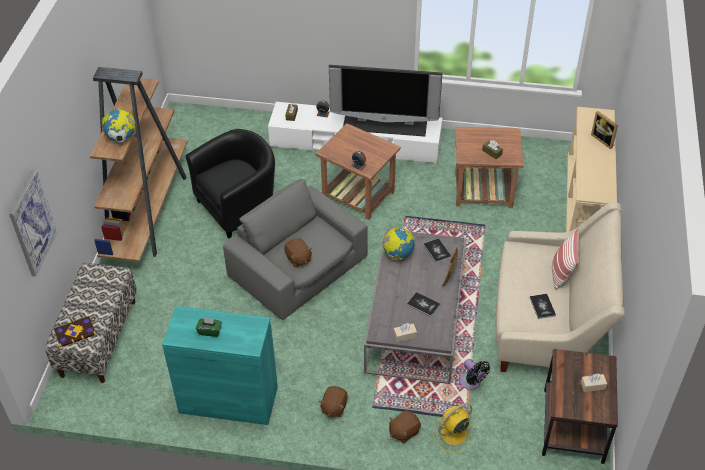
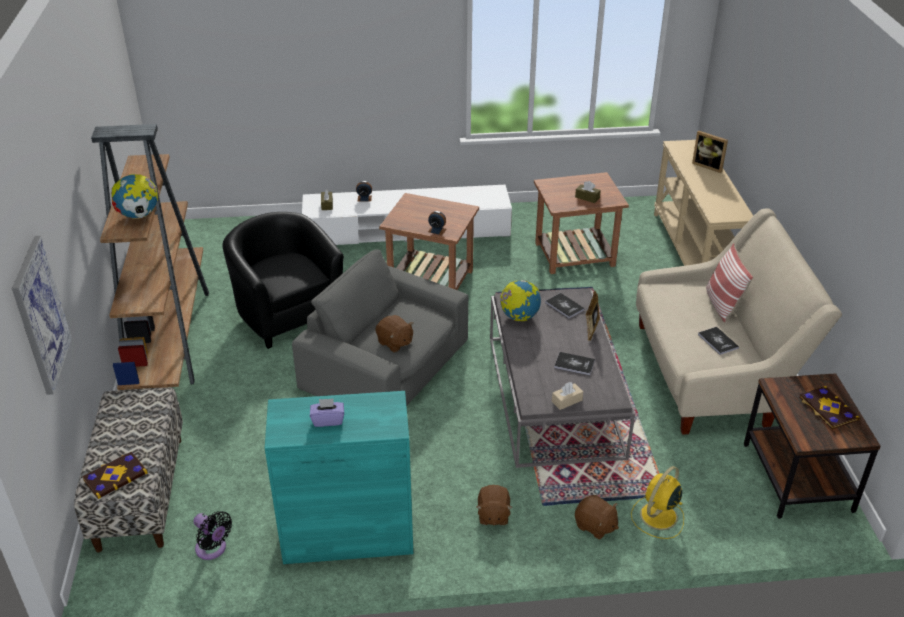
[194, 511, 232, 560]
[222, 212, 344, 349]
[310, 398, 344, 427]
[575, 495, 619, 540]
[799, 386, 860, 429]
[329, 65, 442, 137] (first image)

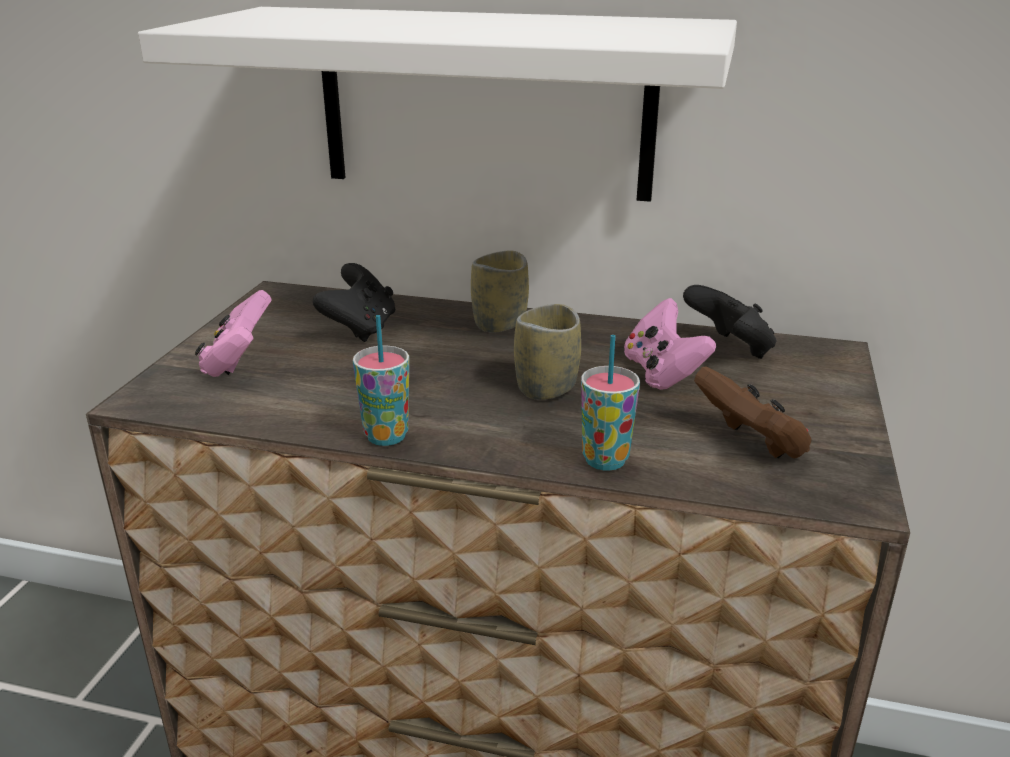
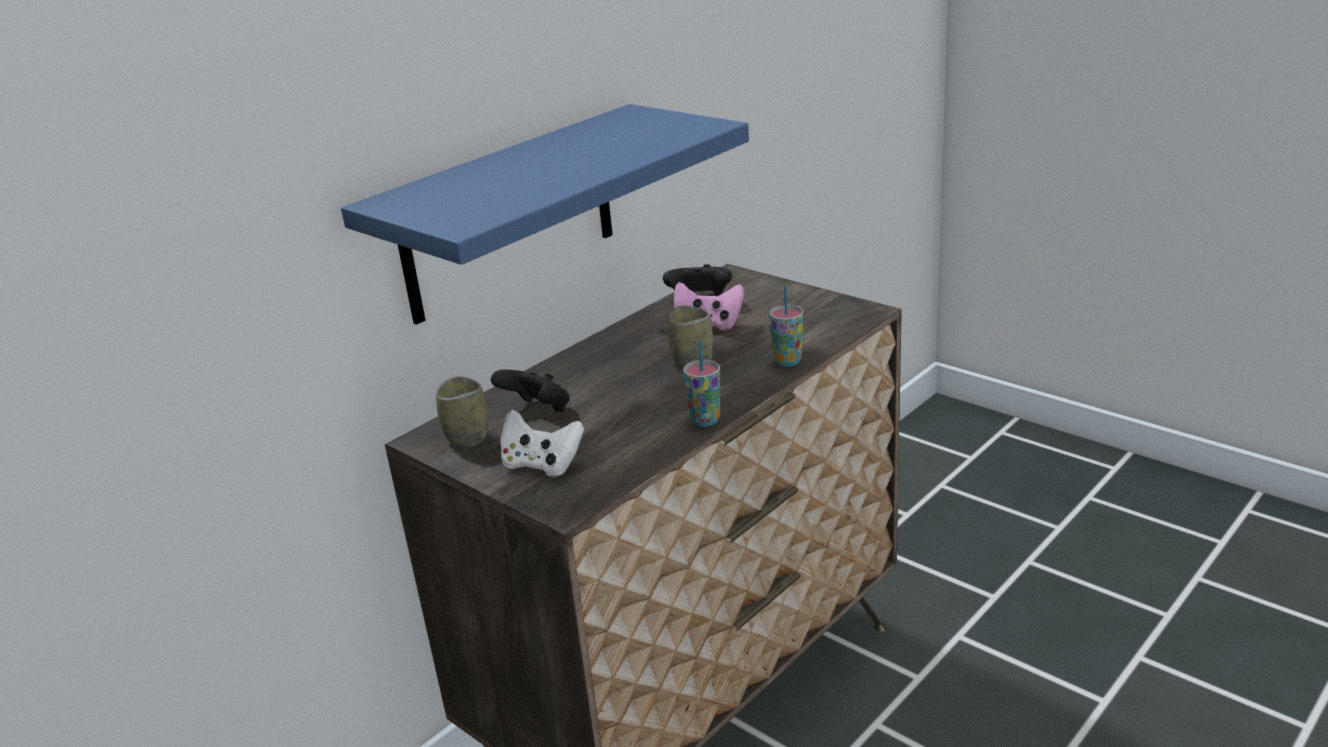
[341, 104, 749, 325]
[436, 377, 488, 447]
[501, 409, 584, 477]
[694, 366, 811, 459] (first image)

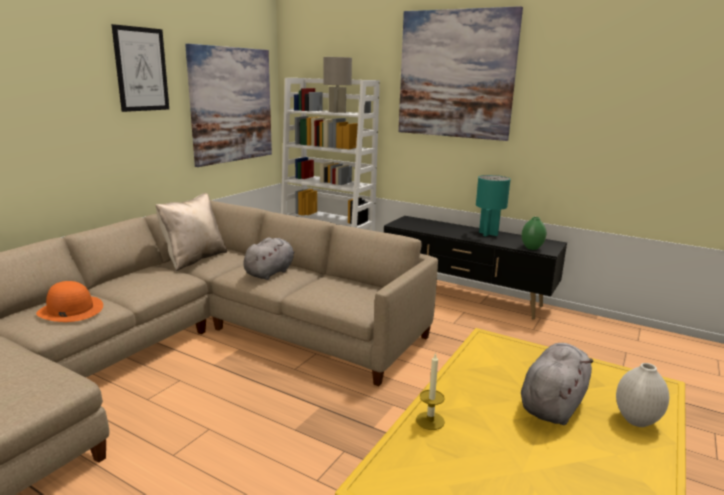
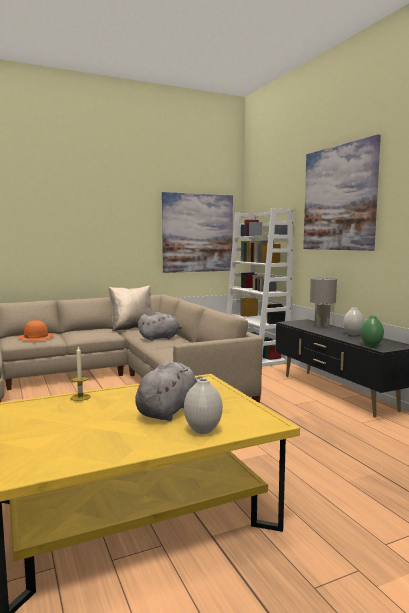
[135, 361, 203, 421]
[310, 278, 337, 327]
[343, 307, 364, 335]
[111, 24, 169, 112] (first image)

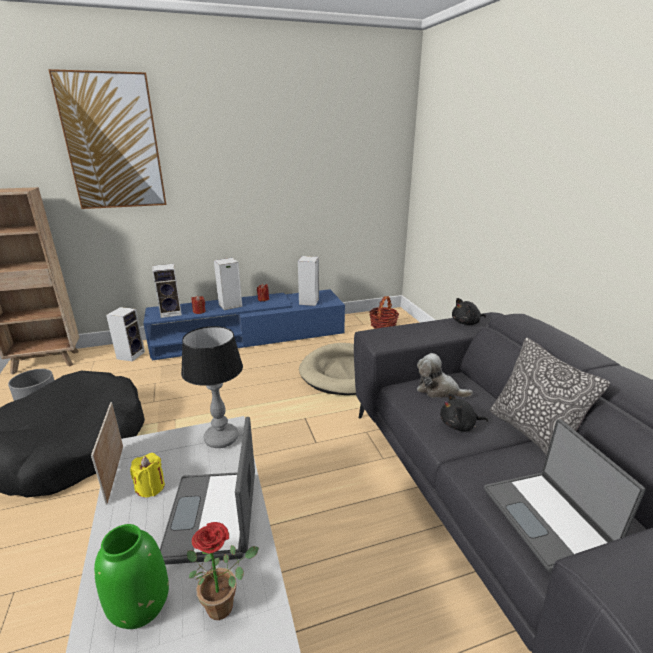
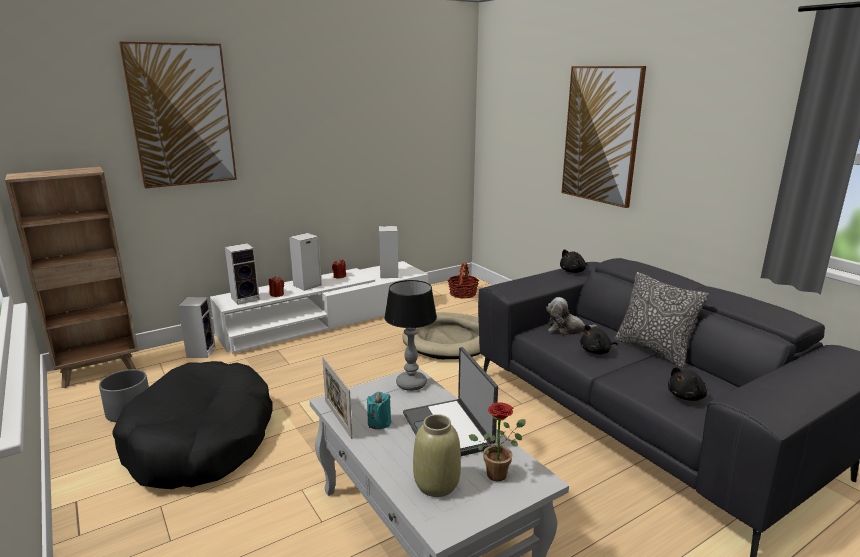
[210, 261, 428, 354]
[367, 392, 391, 429]
[413, 414, 461, 497]
[561, 66, 646, 208]
[668, 367, 707, 401]

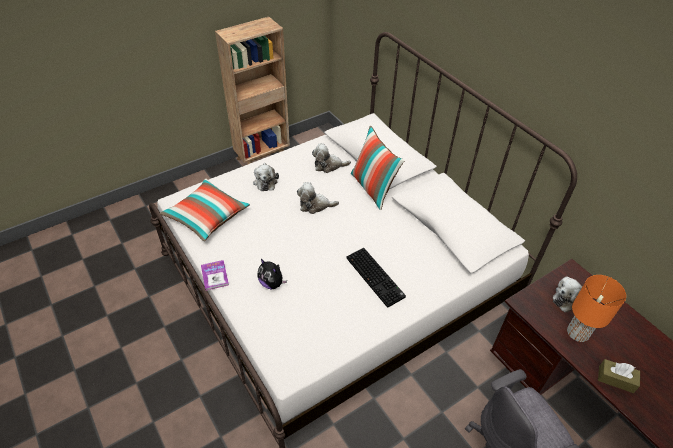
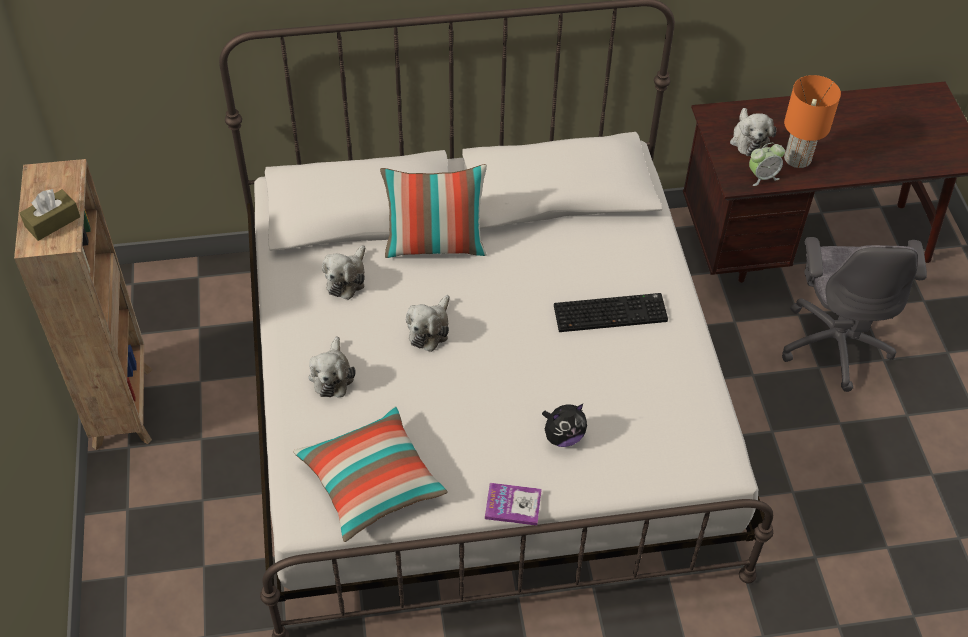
[20, 189, 80, 241]
[308, 336, 356, 397]
[749, 143, 785, 186]

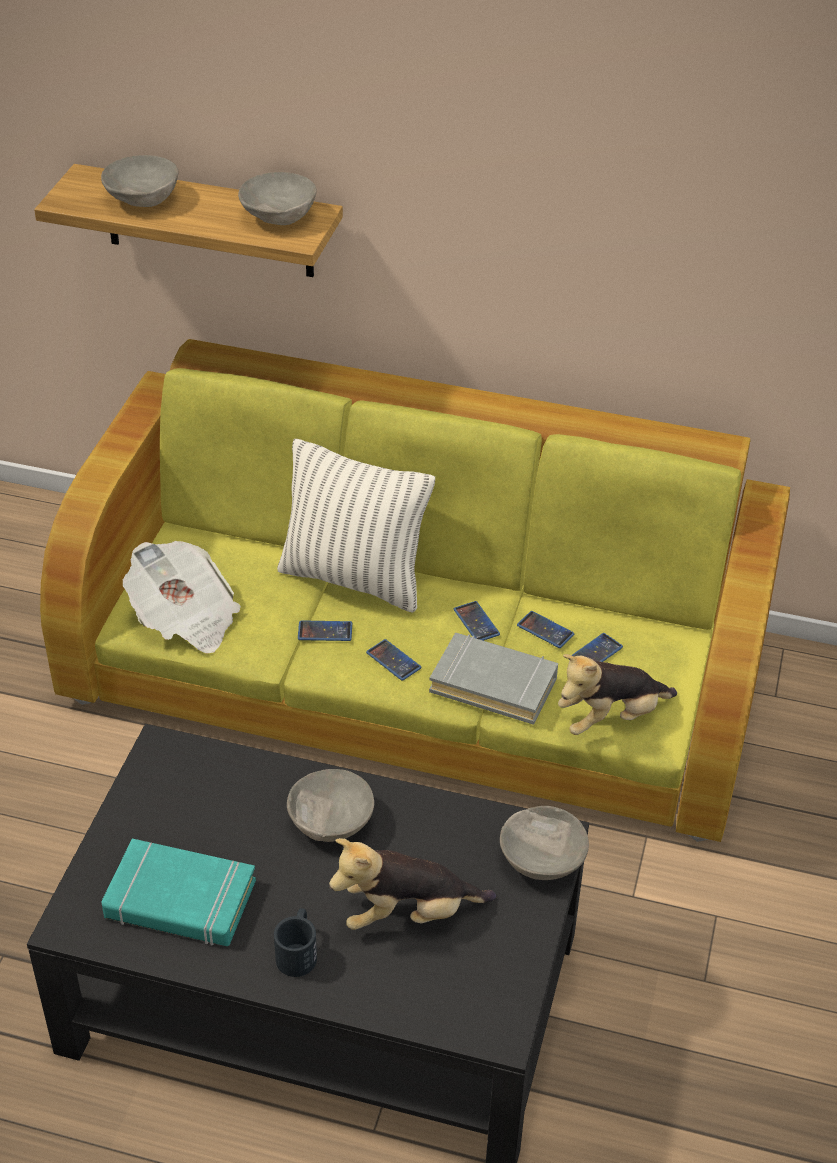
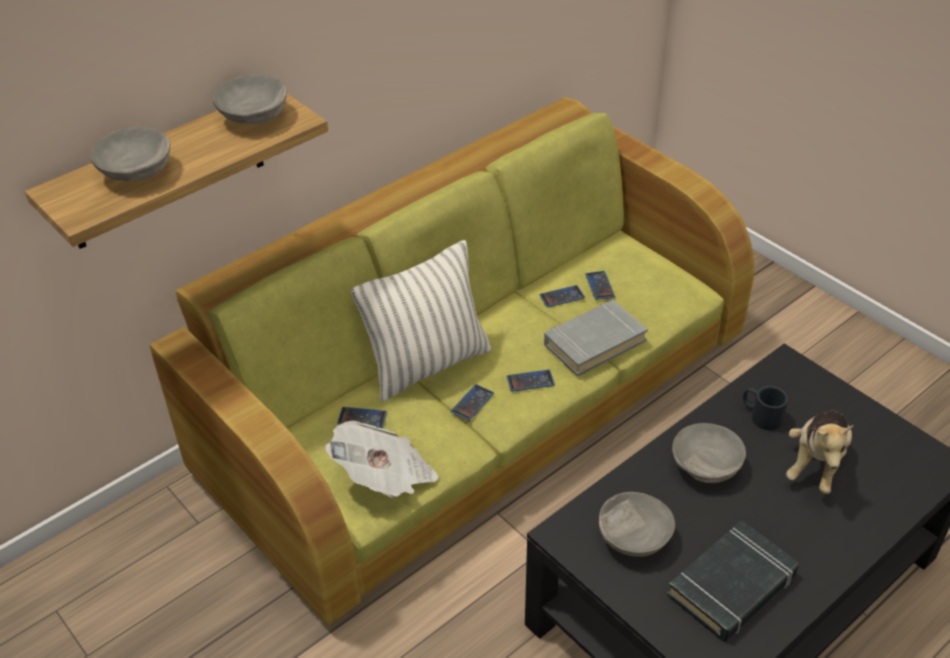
[337, 407, 387, 428]
[599, 492, 675, 557]
[667, 520, 799, 642]
[743, 386, 788, 430]
[558, 654, 677, 735] (first image)

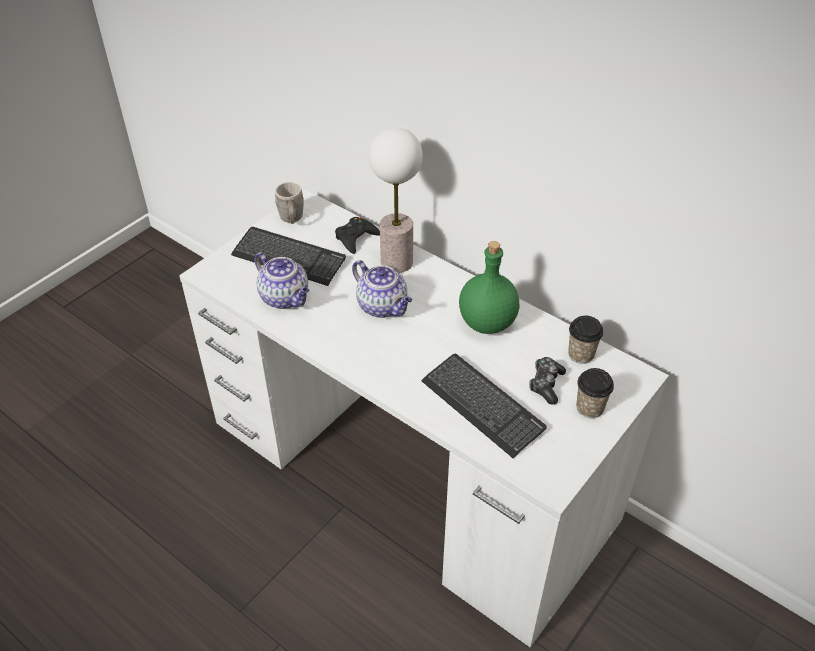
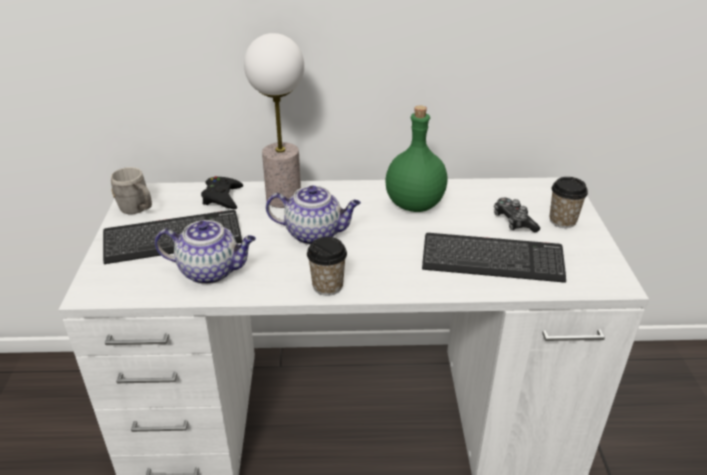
[307, 237, 347, 296]

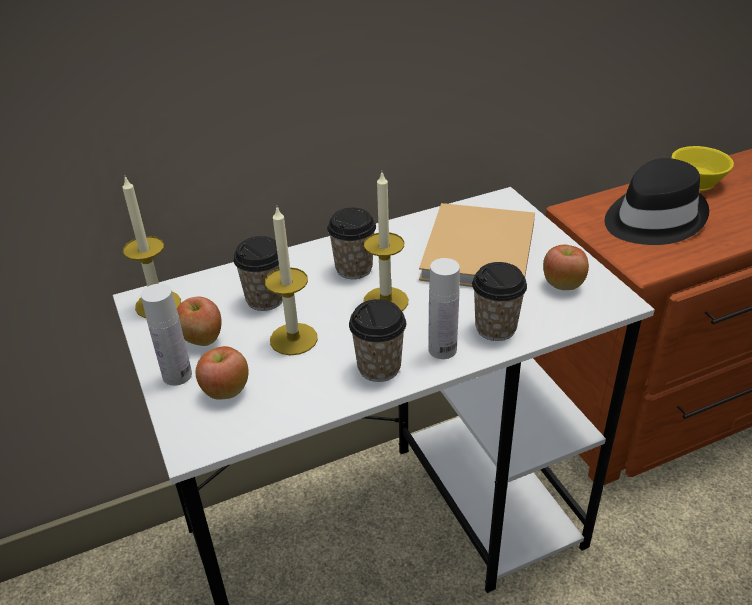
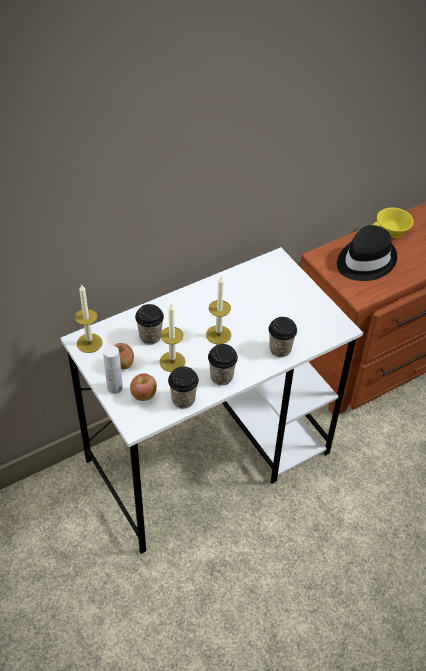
[168, 366, 199, 409]
[419, 203, 535, 287] (first image)
[428, 258, 460, 359] (first image)
[543, 245, 589, 290] (first image)

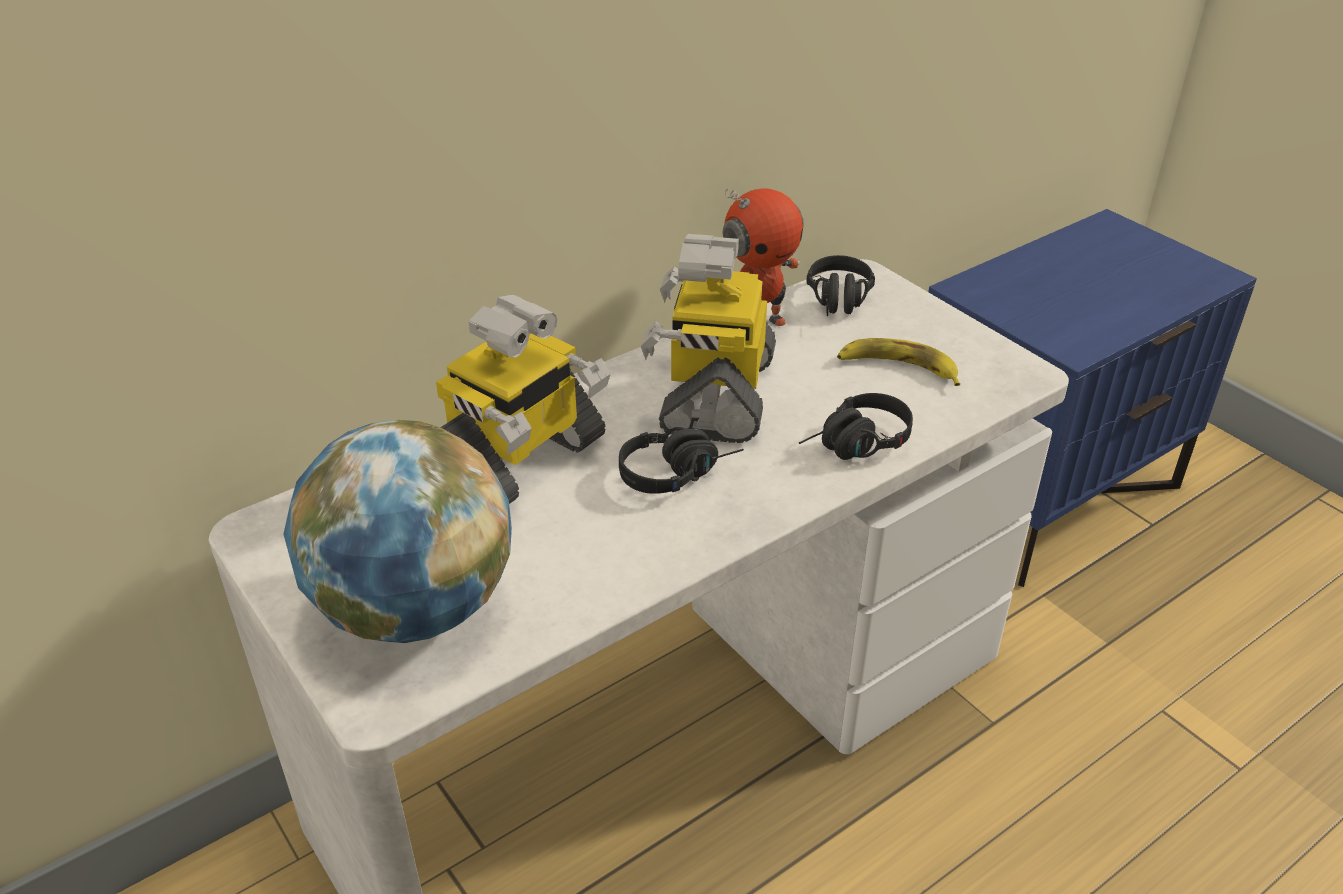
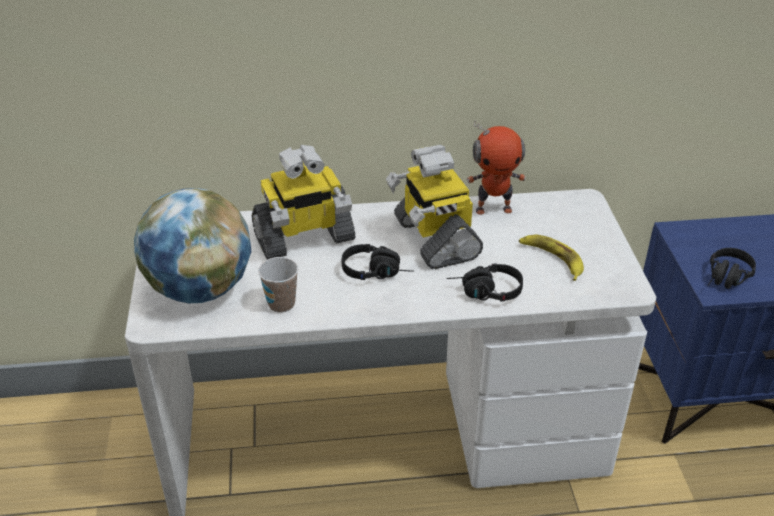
[258, 257, 299, 313]
[386, 145, 483, 269]
[708, 248, 756, 289]

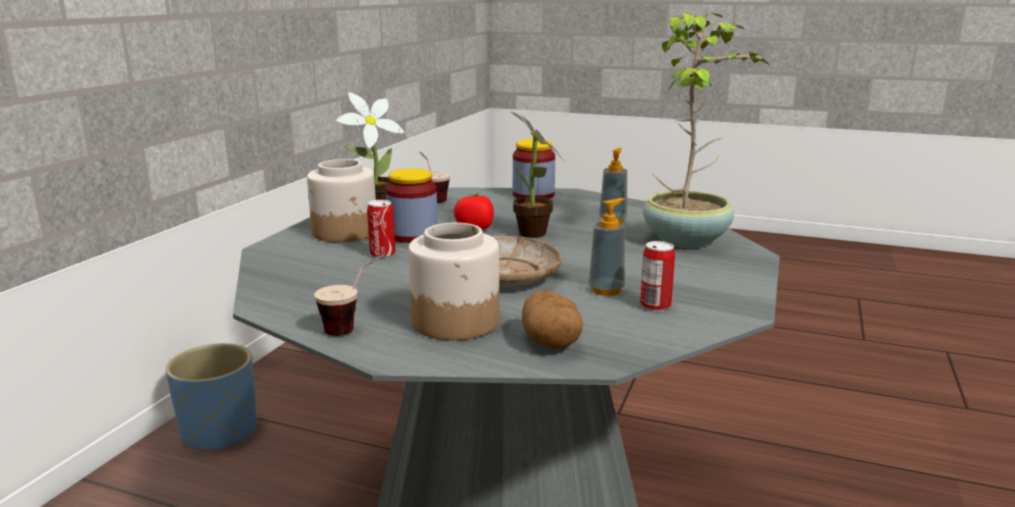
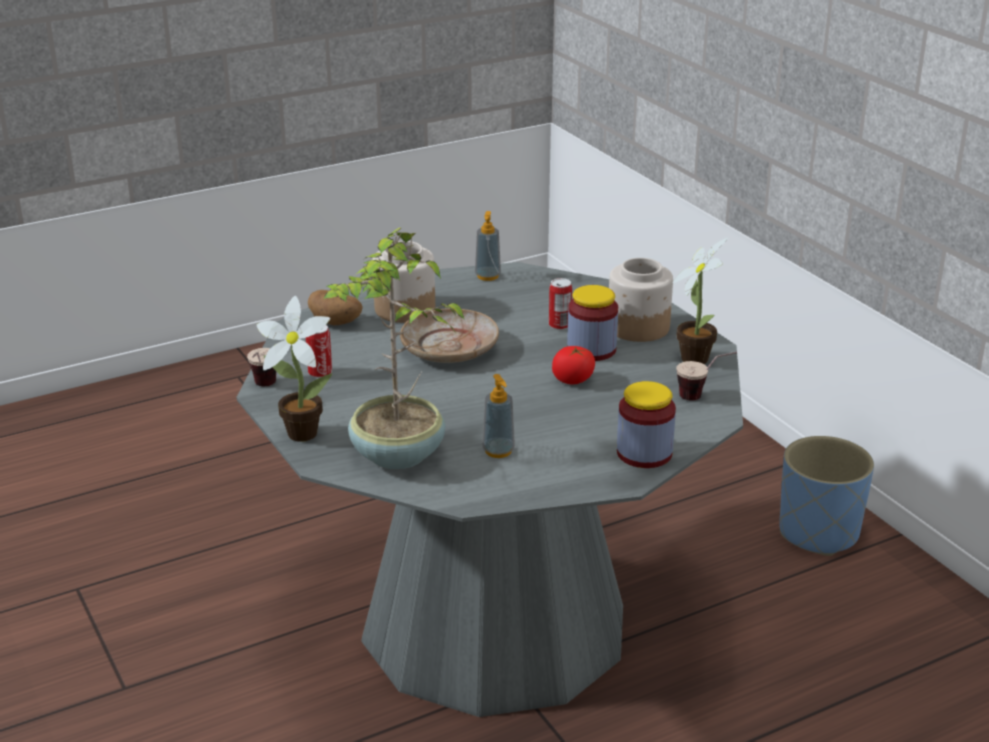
[247, 348, 276, 386]
[257, 296, 333, 442]
[475, 211, 501, 281]

